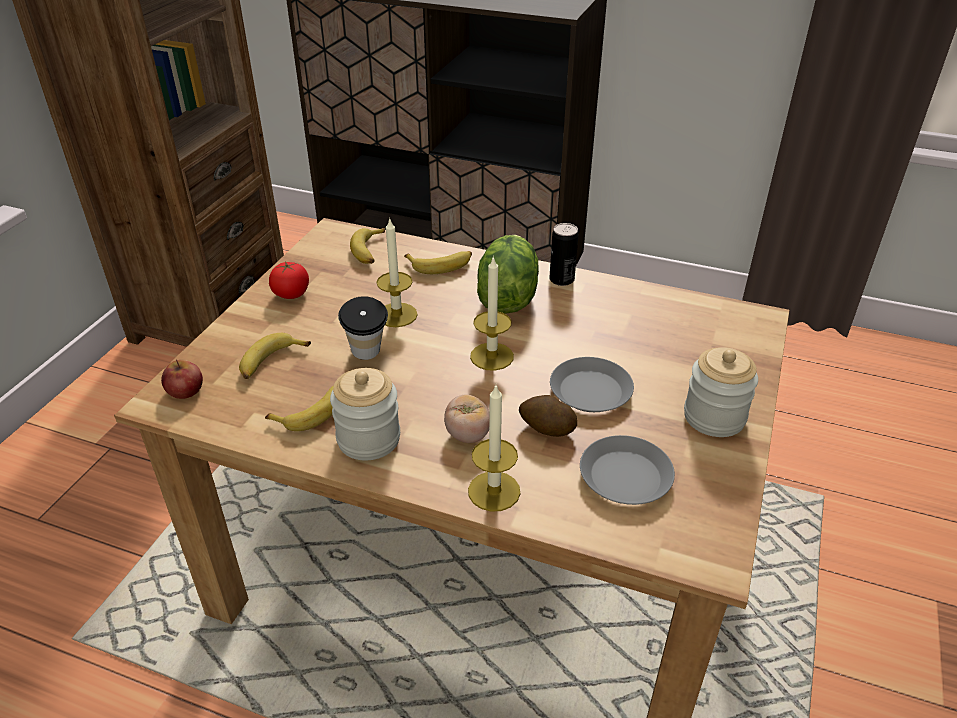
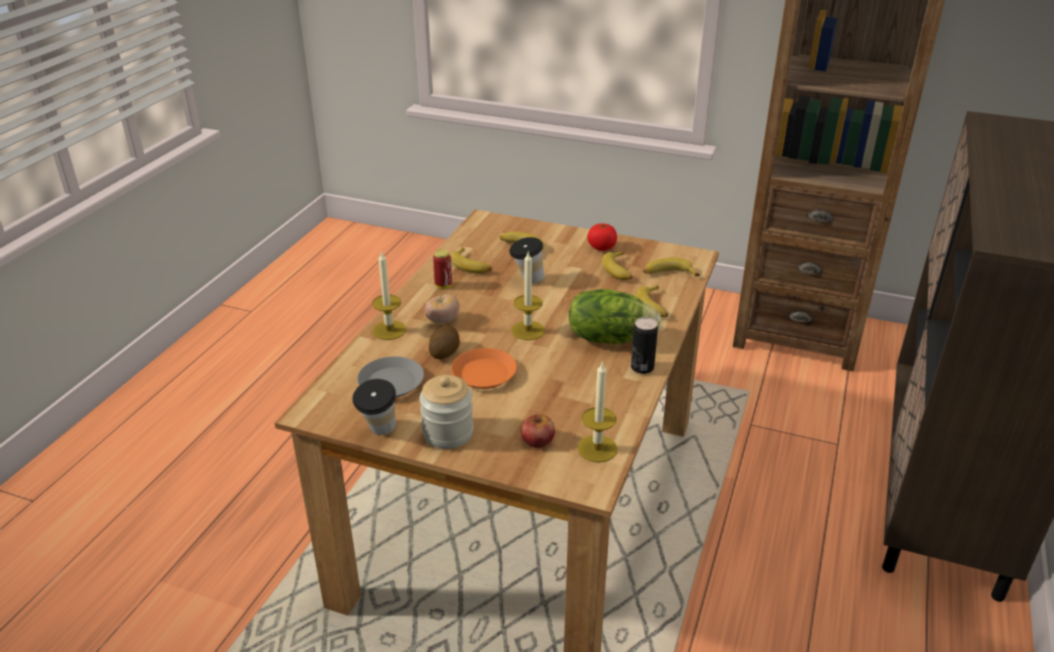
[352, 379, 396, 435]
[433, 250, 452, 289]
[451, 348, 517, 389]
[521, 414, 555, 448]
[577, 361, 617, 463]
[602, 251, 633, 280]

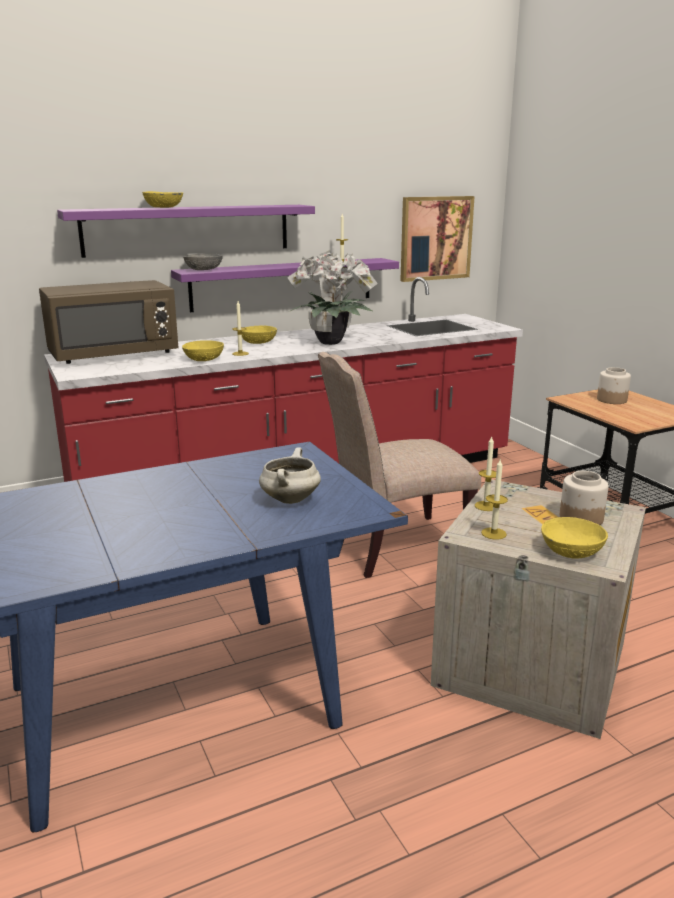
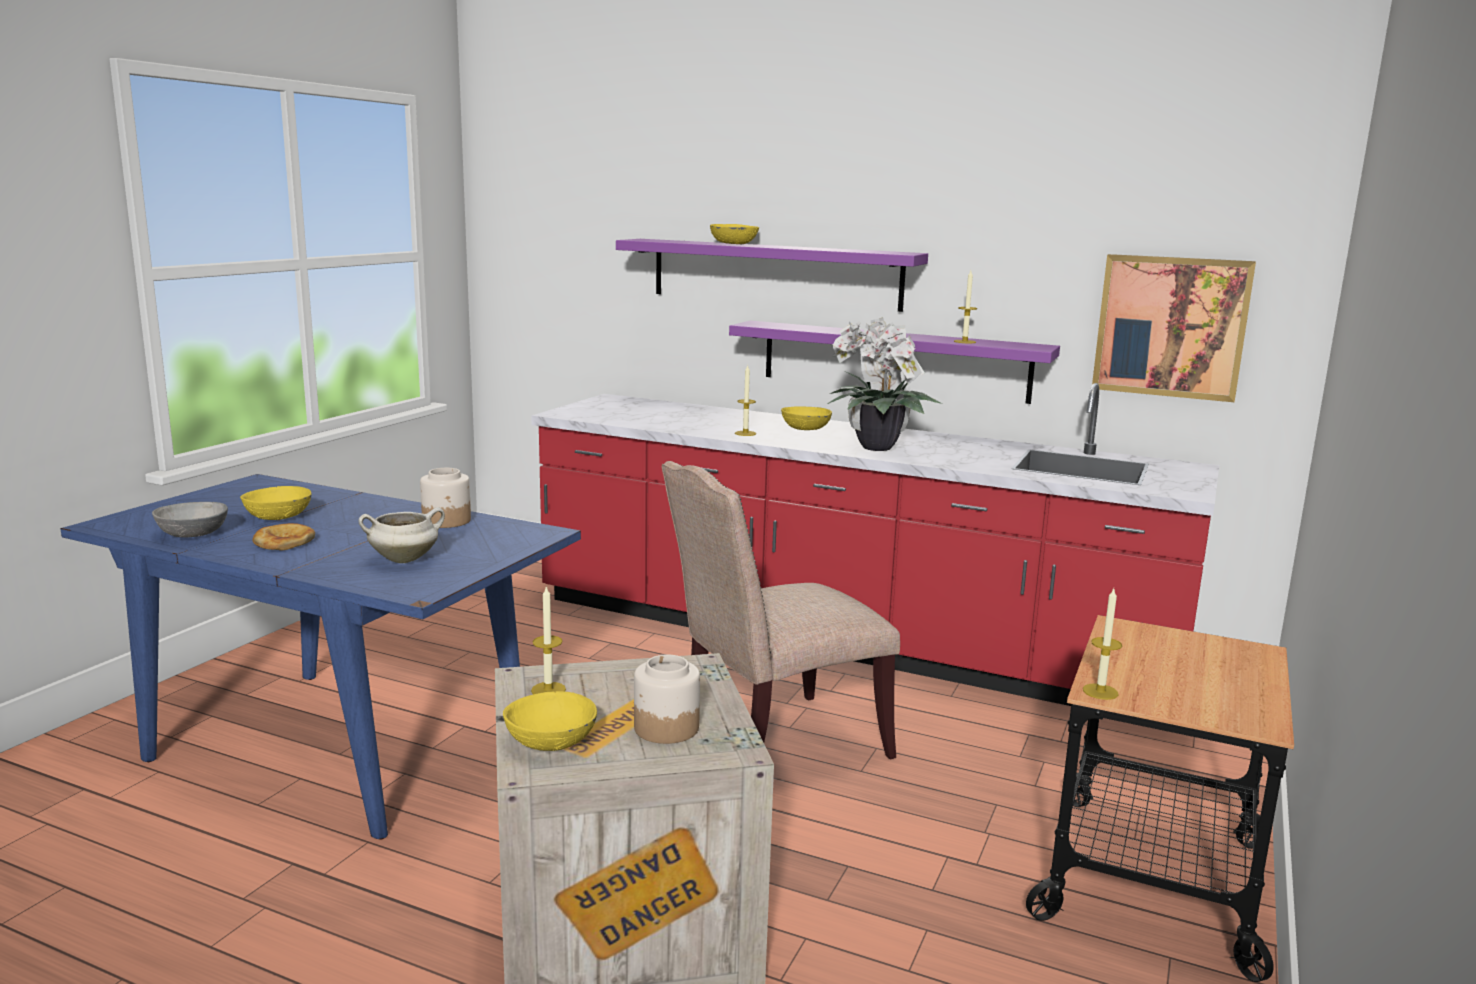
[152, 502, 228, 538]
[240, 486, 311, 520]
[252, 523, 315, 550]
[420, 468, 471, 528]
[662, 461, 900, 760]
[1083, 589, 1122, 700]
[39, 280, 178, 364] (first image)

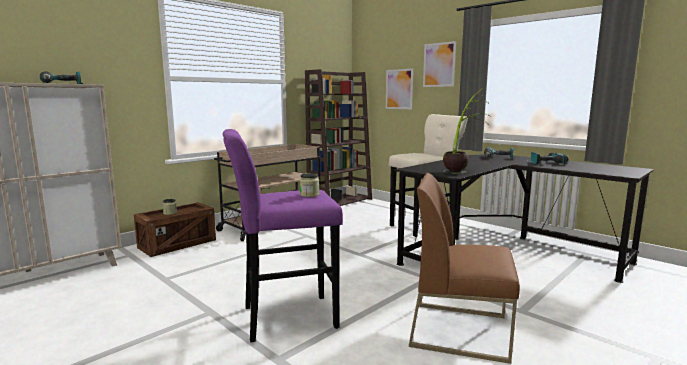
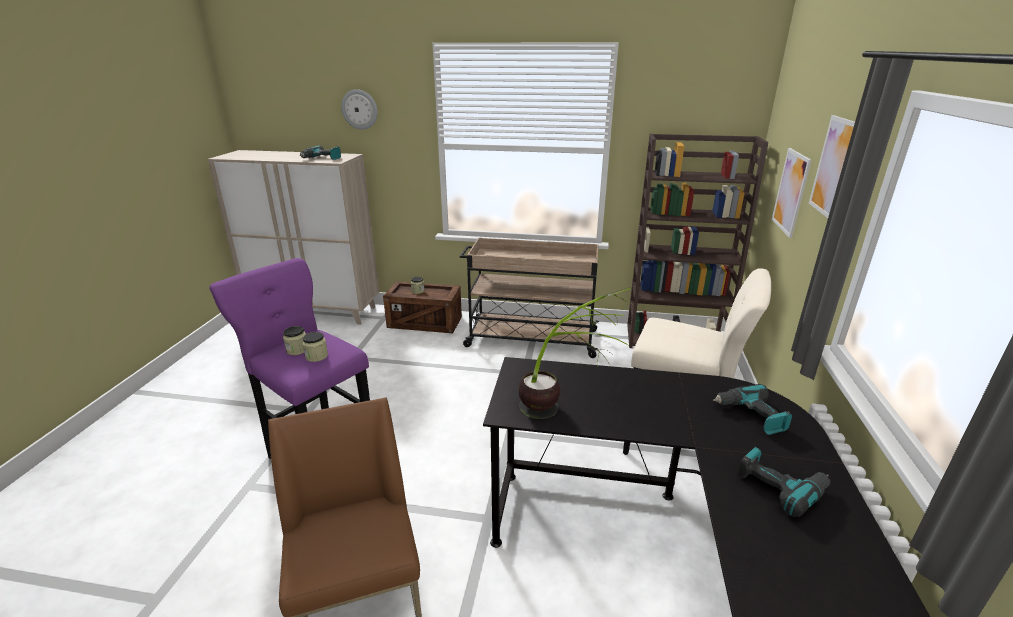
[283, 326, 306, 355]
[341, 89, 378, 130]

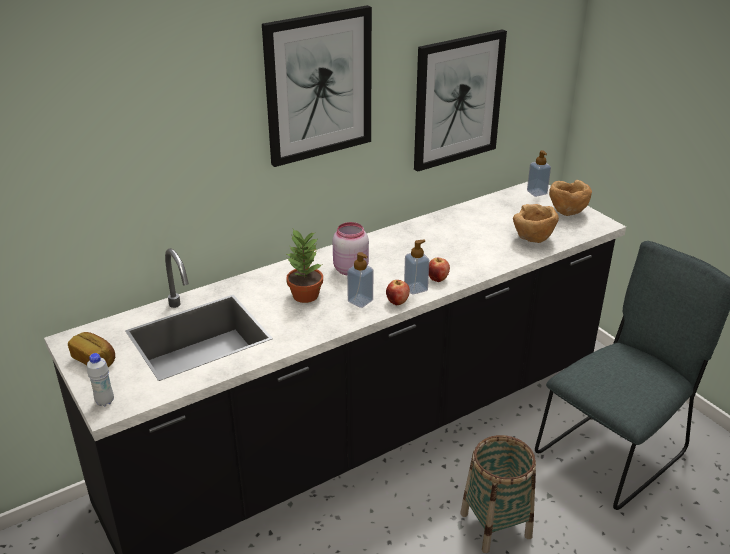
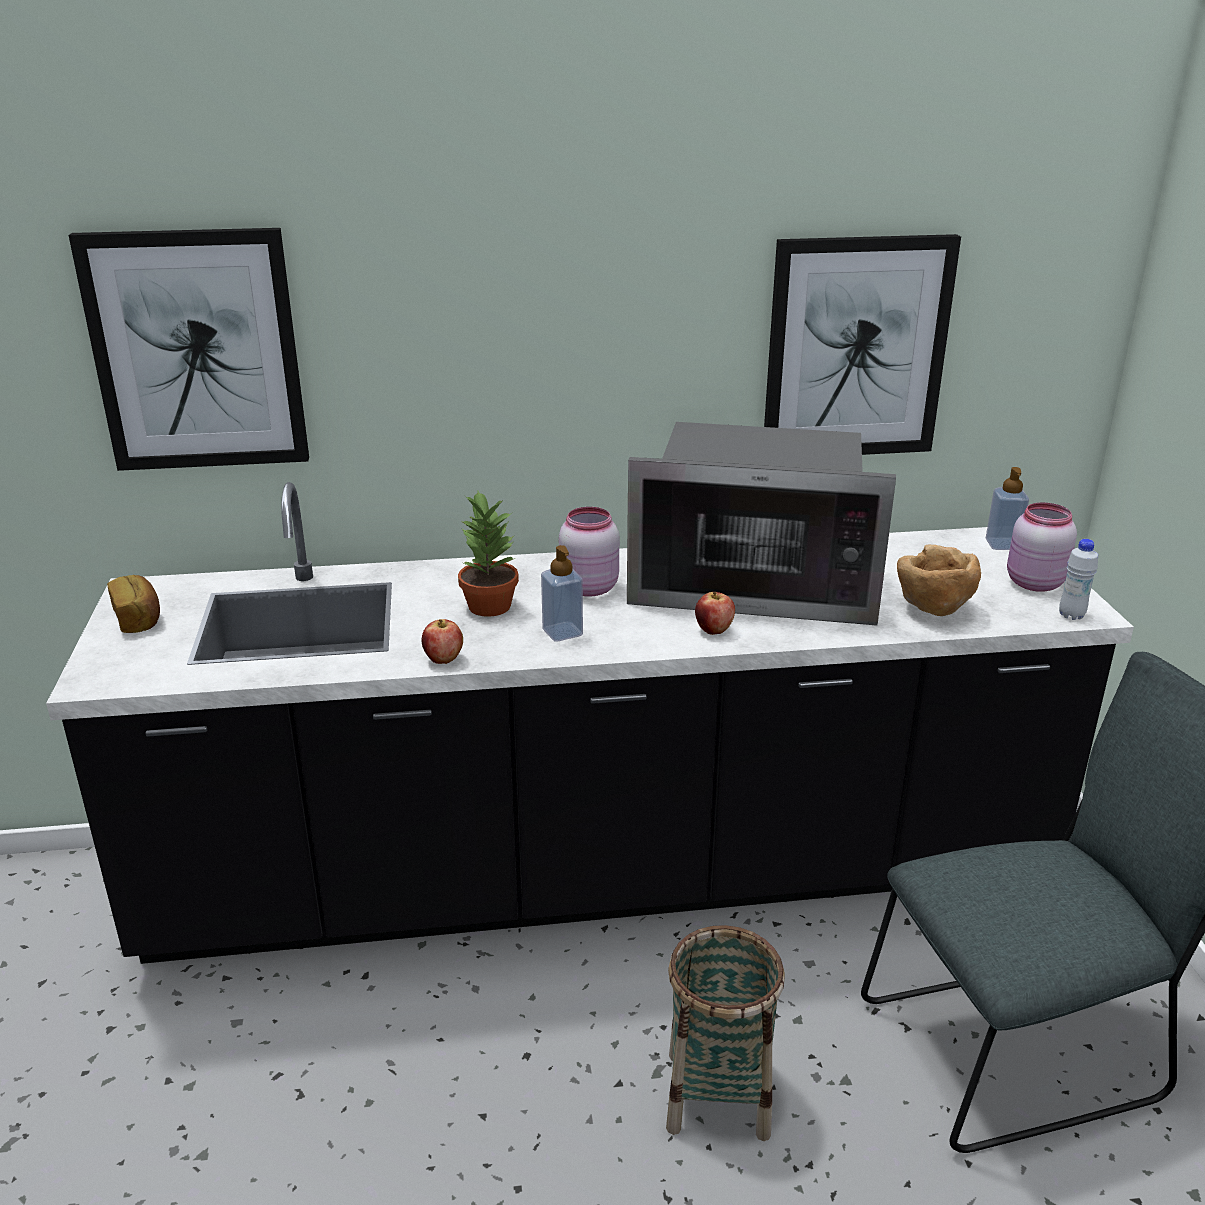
[68, 228, 309, 471]
[422, 619, 463, 664]
[627, 422, 896, 626]
[1007, 502, 1077, 592]
[1059, 539, 1098, 620]
[404, 240, 429, 295] (first image)

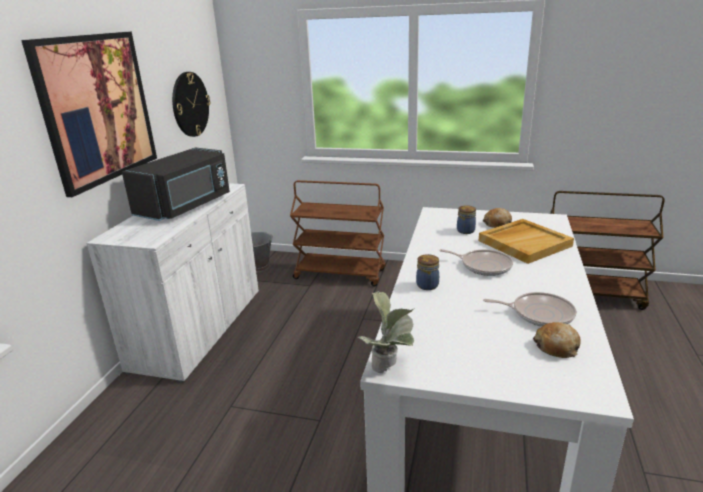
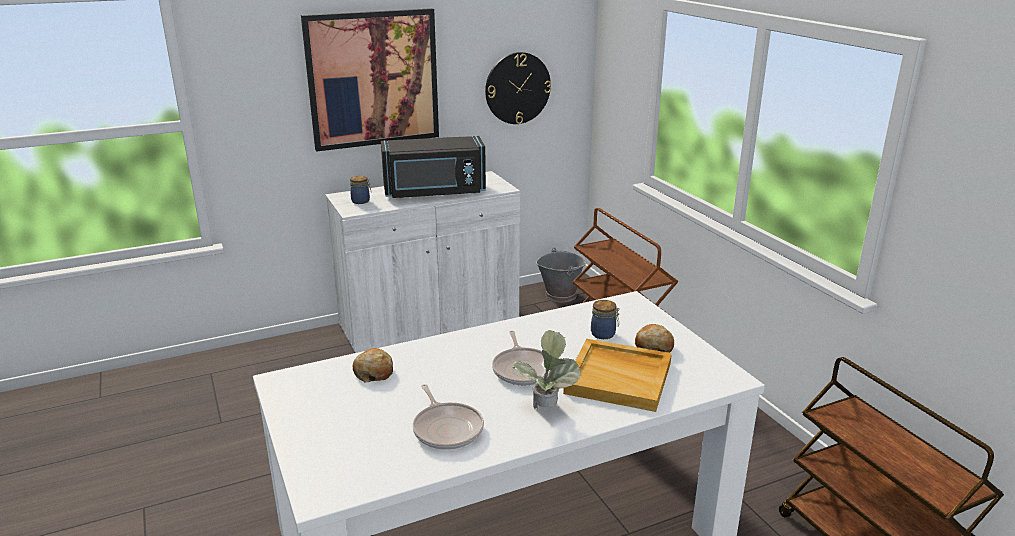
[350, 176, 371, 204]
[353, 348, 393, 382]
[512, 330, 581, 409]

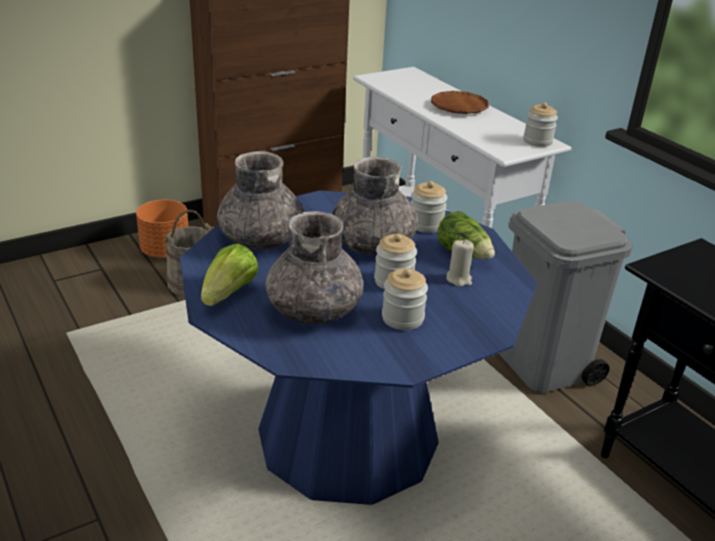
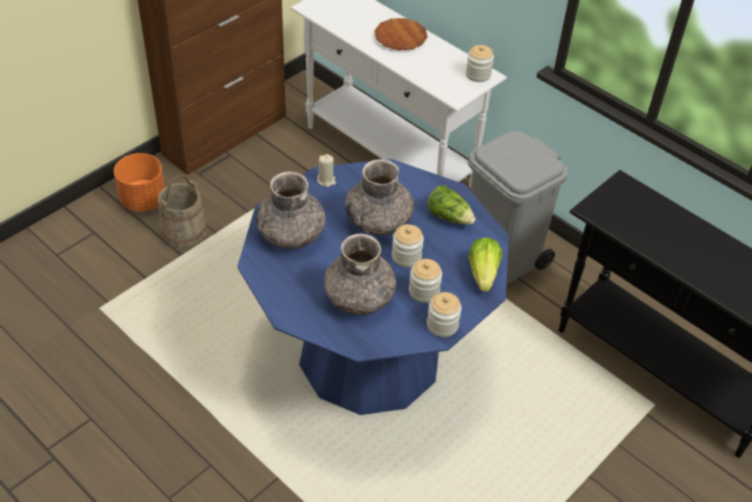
[317, 154, 336, 187]
[427, 292, 462, 337]
[468, 237, 502, 291]

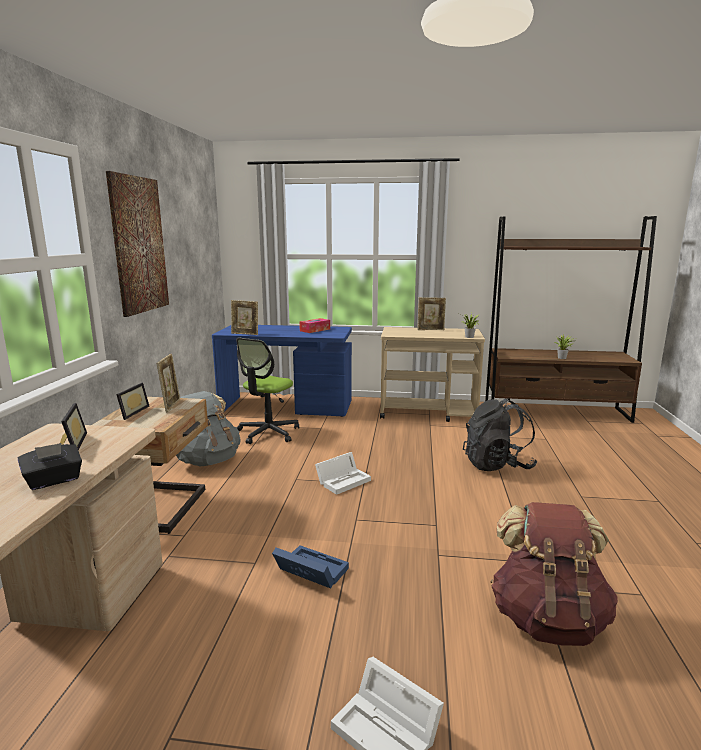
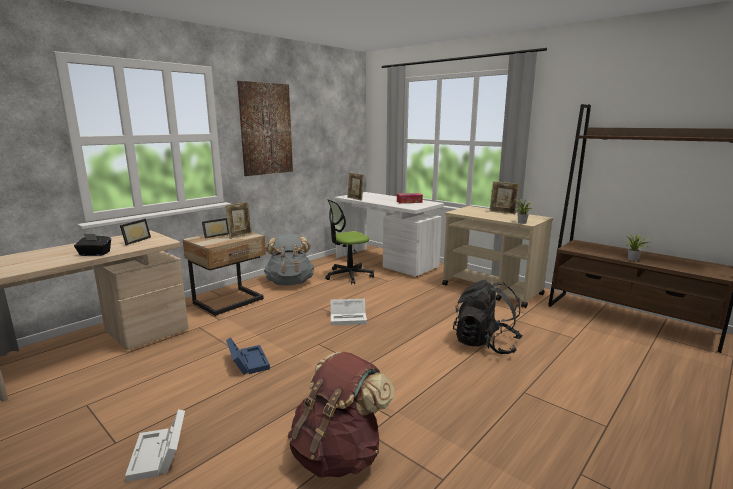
[335, 192, 444, 277]

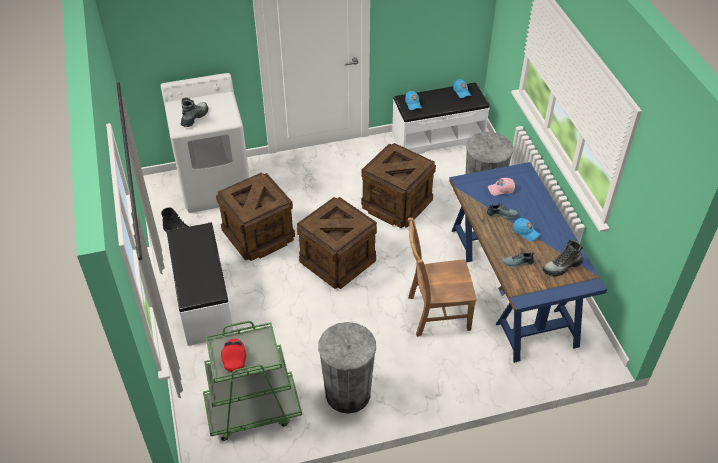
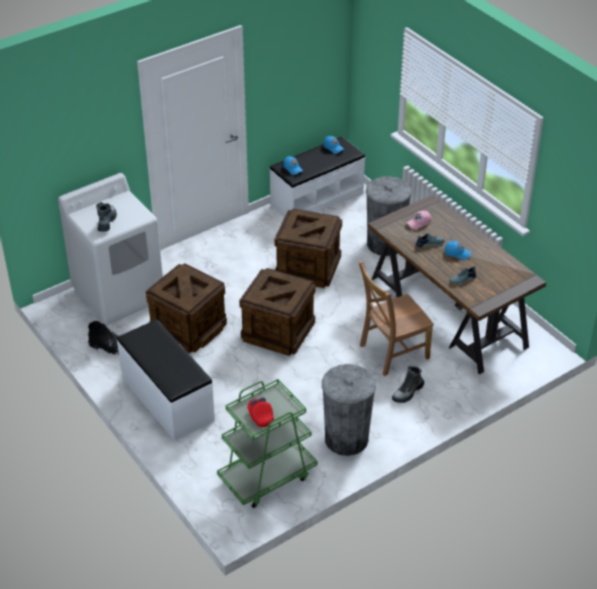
[368, 194, 546, 375]
[392, 366, 424, 403]

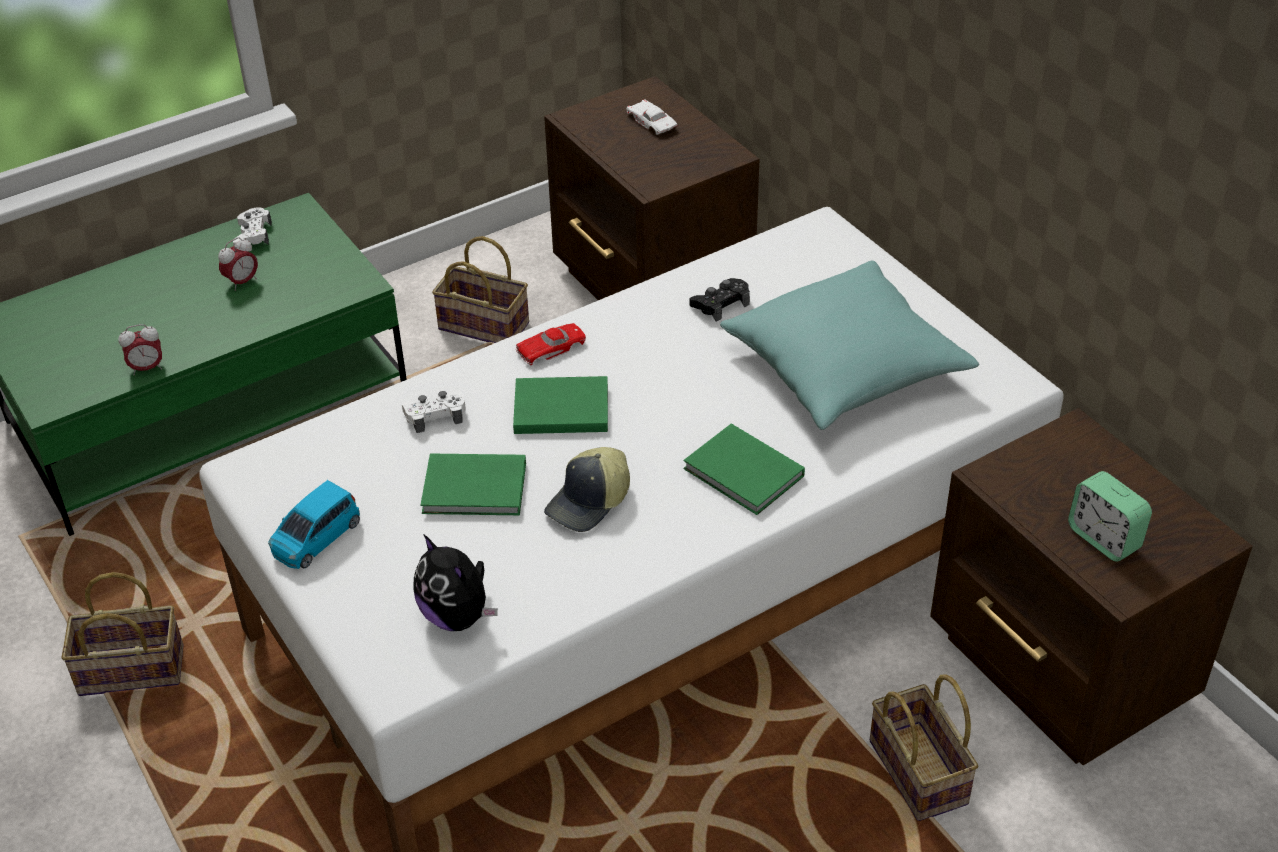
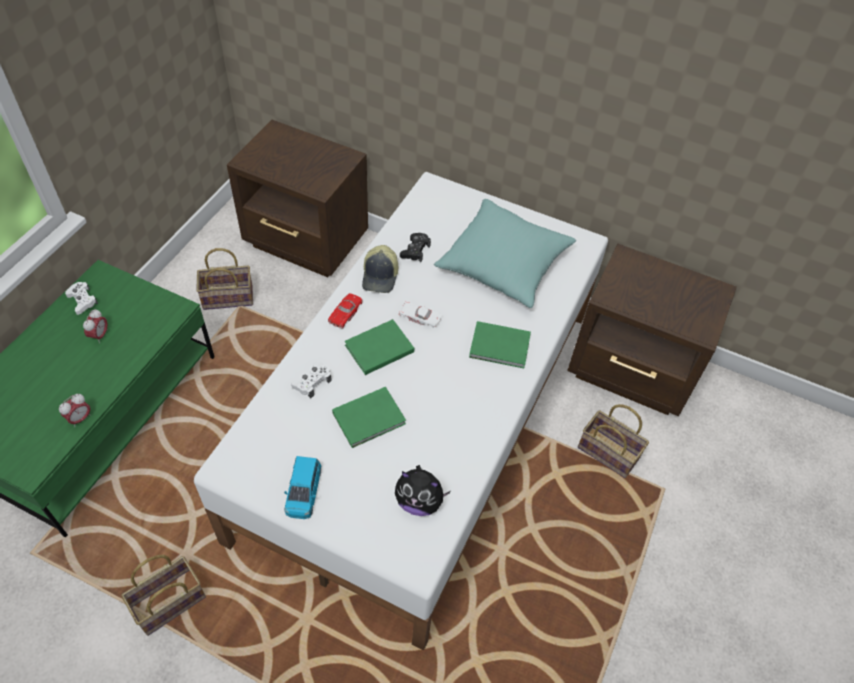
[362, 245, 398, 293]
[399, 301, 442, 328]
[1068, 471, 1152, 562] (first image)

